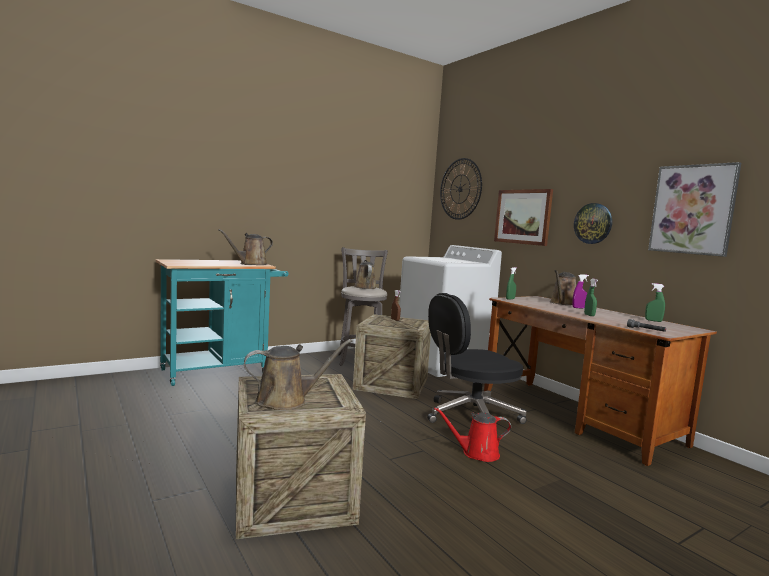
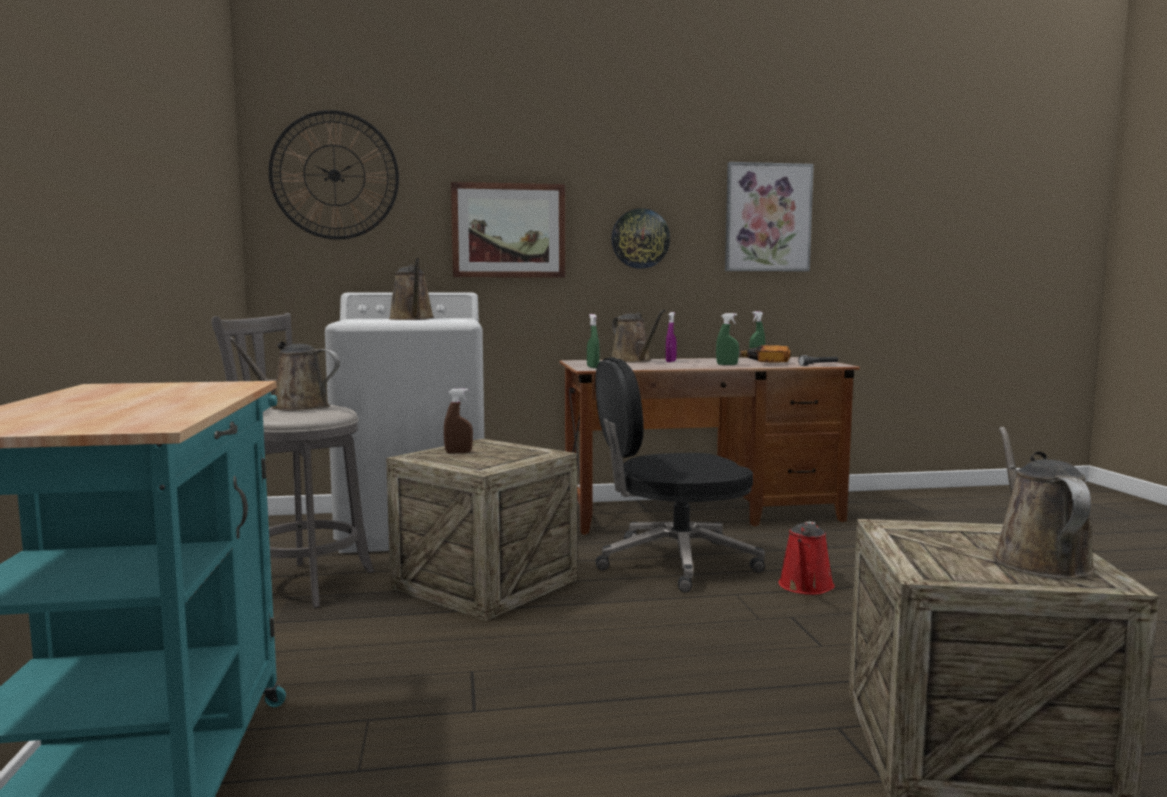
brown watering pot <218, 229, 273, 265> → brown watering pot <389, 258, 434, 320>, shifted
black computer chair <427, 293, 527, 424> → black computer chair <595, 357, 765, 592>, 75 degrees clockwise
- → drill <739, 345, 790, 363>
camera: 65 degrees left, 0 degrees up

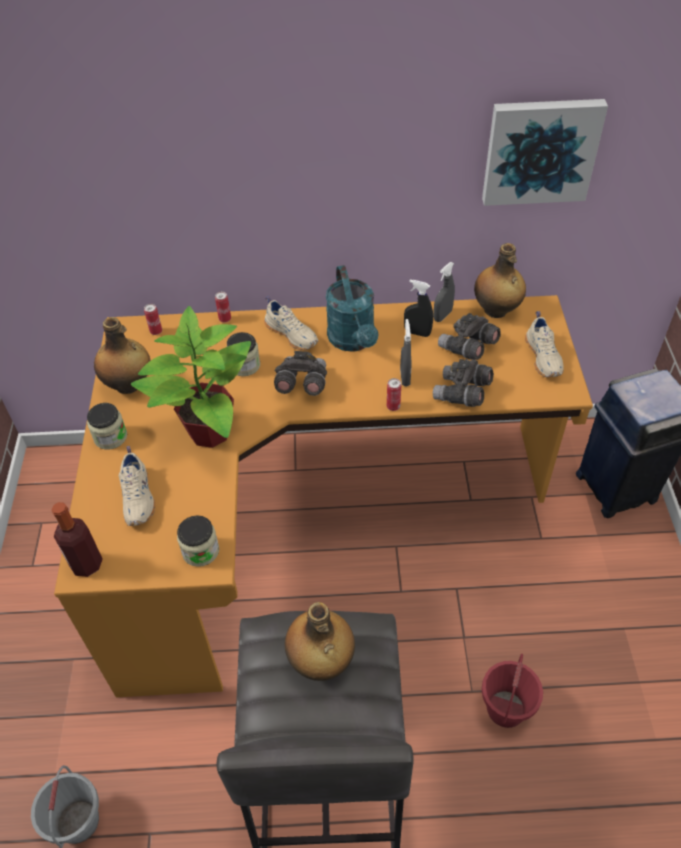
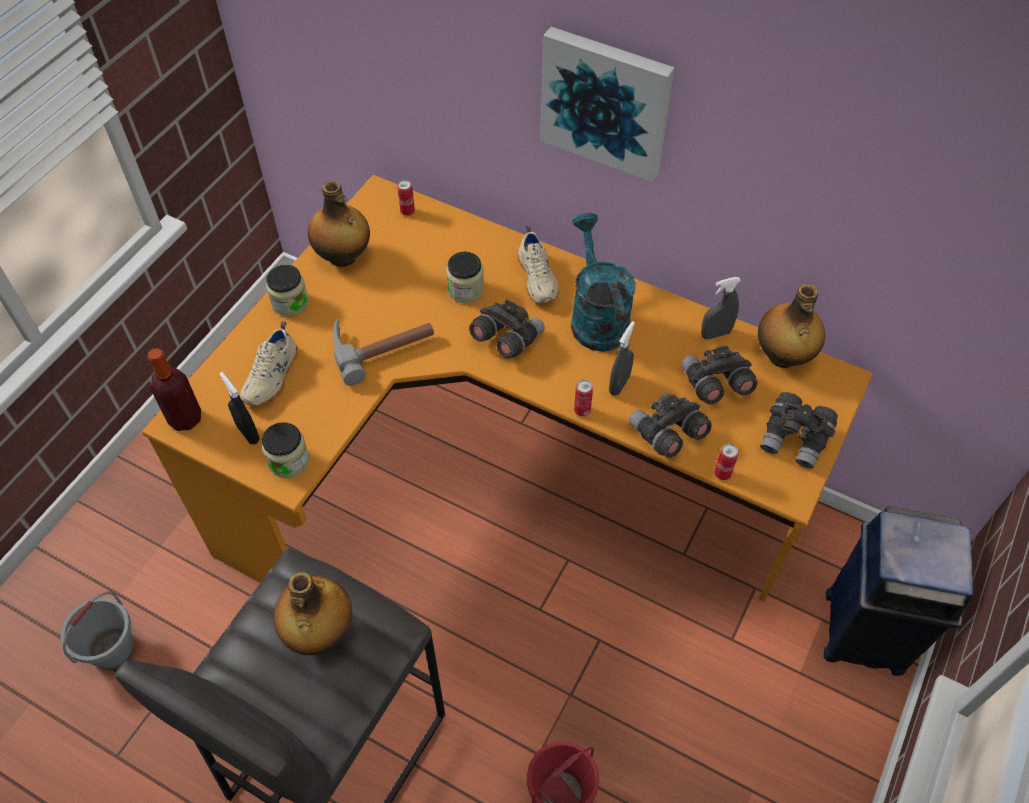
black sprayer <404, 280, 433, 337> → black sprayer <220, 372, 260, 444>, shifted
houseplant <131, 306, 251, 448> → hand hammer <333, 319, 434, 386>
wall art <482, 99, 608, 206> → wall art <540, 27, 675, 182>, shifted
blue-green watering pot <326, 265, 378, 352> → blue-green watering pot <571, 213, 636, 352>, 150 degrees clockwise
sealed can <215, 291, 231, 323> → sealed can <714, 443, 739, 480>, shifted
beige item of footwear <525, 311, 564, 377> → grey field glasses <760, 392, 838, 469>
camera: 30 degrees right, 5 degrees up

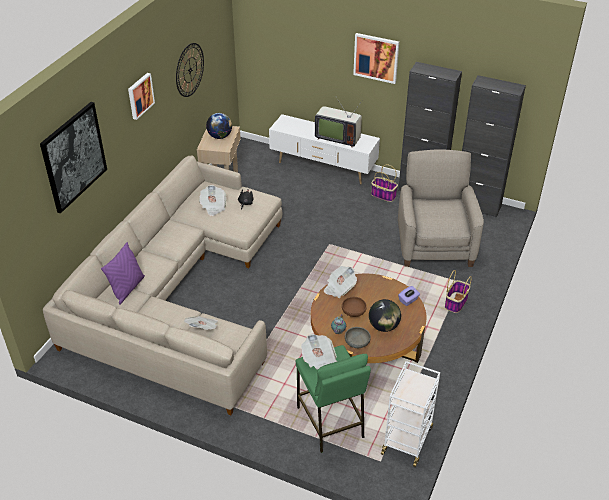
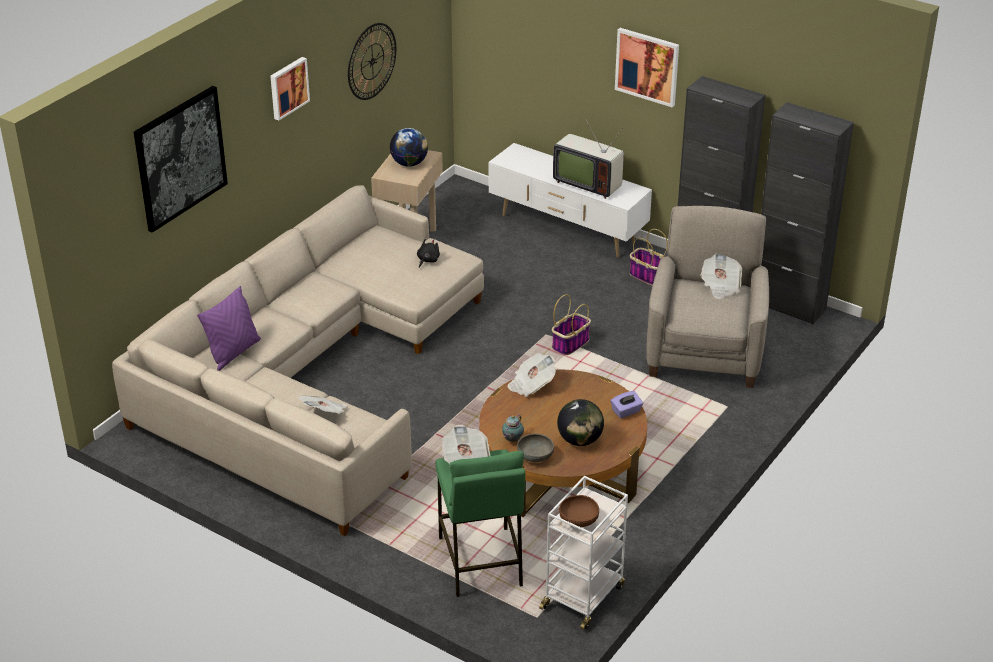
basket <445, 270, 472, 313> → basket <552, 294, 591, 355>, shifted
brown serving bowl <342, 297, 367, 317> → brown serving bowl <559, 495, 599, 527>, shifted
daily paper <199, 185, 226, 216> → daily paper <700, 254, 742, 299>, shifted
camera: 10 degrees right, 5 degrees down

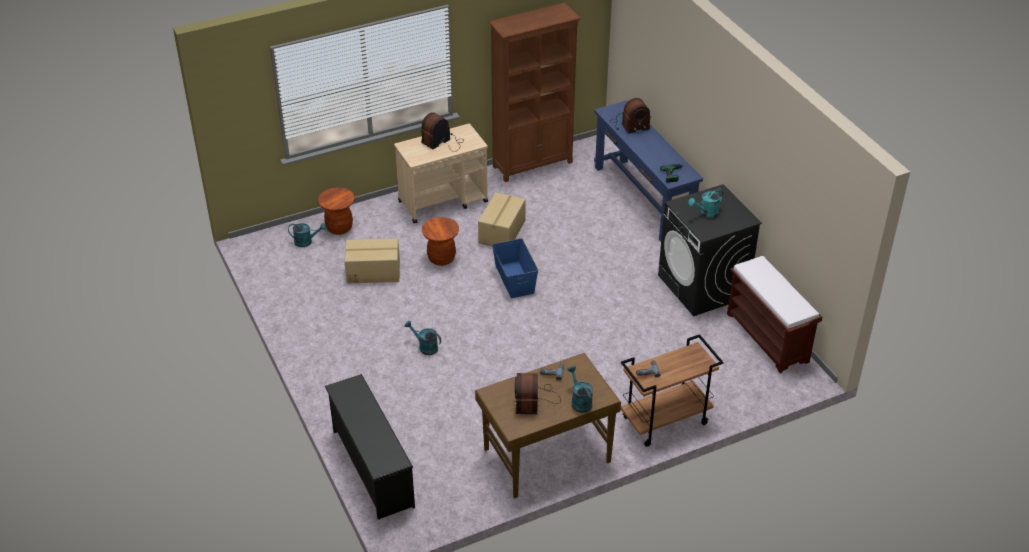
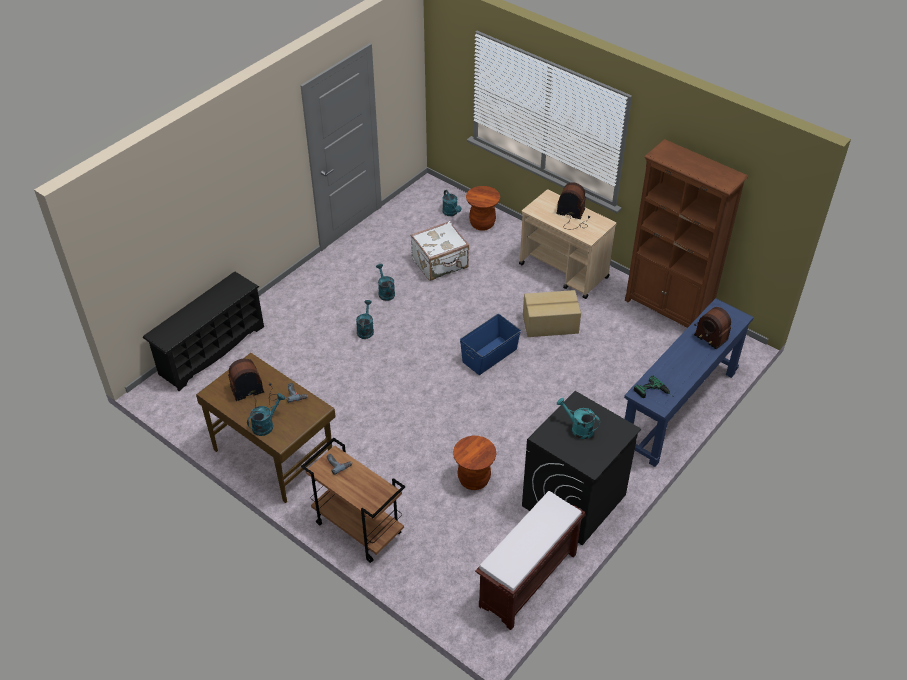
- → blue-green watering pot <376, 264, 395, 301>
carton <344, 238, 400, 284> → white-coloured suitcase <410, 221, 469, 281>
brown sitting stool <422, 217, 459, 266> → brown sitting stool <453, 436, 496, 490>, shifted
camera: 65 degrees right, 5 degrees up

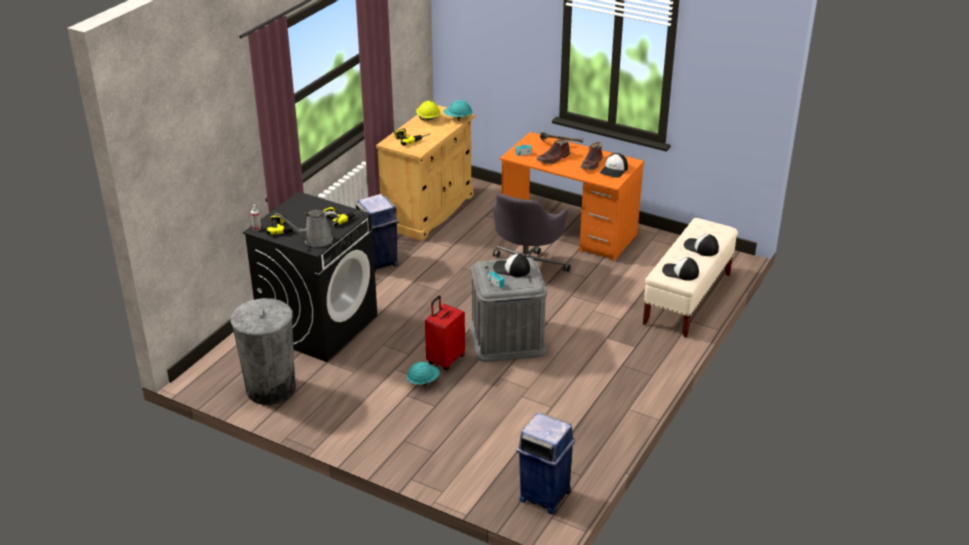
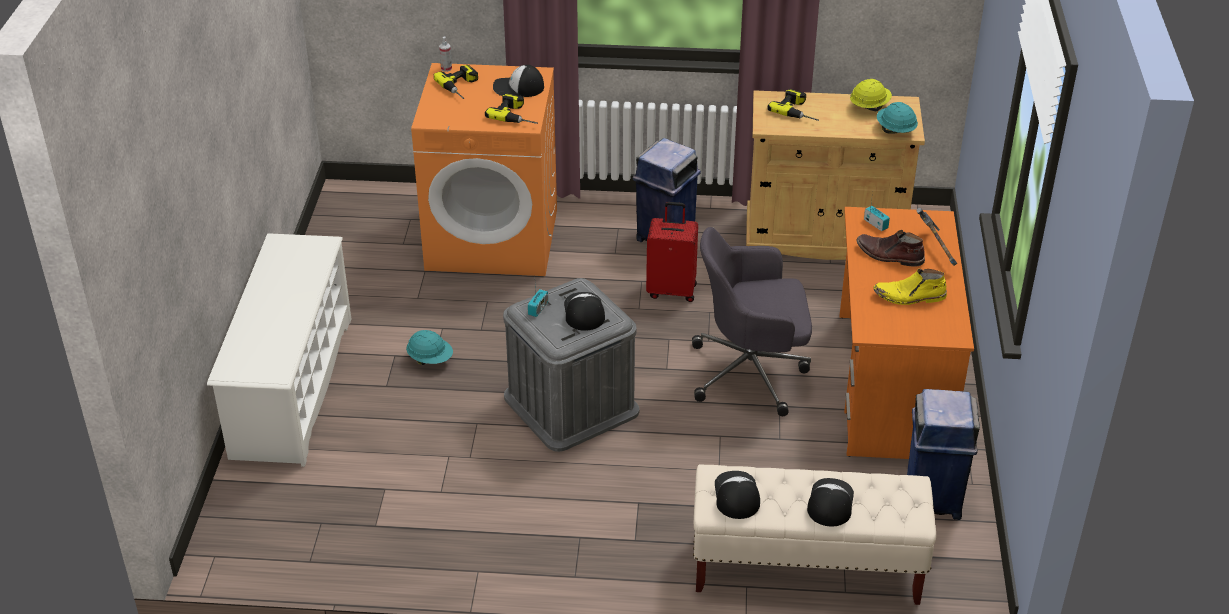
- → white-coloured shoe stand <207, 233, 351, 467>
black laundry machine <243, 192, 377, 362> → orange laundry machine <411, 63, 557, 276>
peaked cap <600, 153, 628, 177> → peaked cap <493, 65, 544, 97>, shifted
reddish suitcase <425, 296, 465, 370> → reddish suitcase <646, 202, 698, 302>, shifted
brown tall boot <581, 142, 603, 170> → yellow-coloured tall boot <873, 268, 947, 305>
blue rubbish bin <516, 413, 575, 514> → blue rubbish bin <907, 389, 980, 520>, shifted
grey rubbish bin <231, 298, 296, 405> → -
grey watering pot <275, 210, 338, 247> → -
camera: 65 degrees right, 5 degrees up

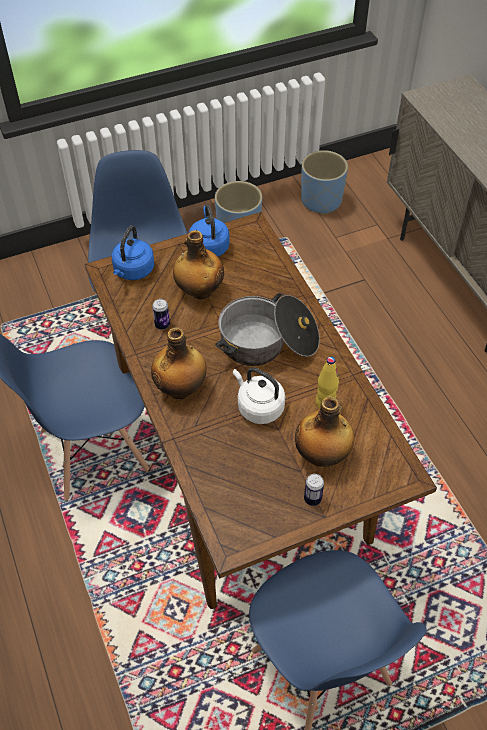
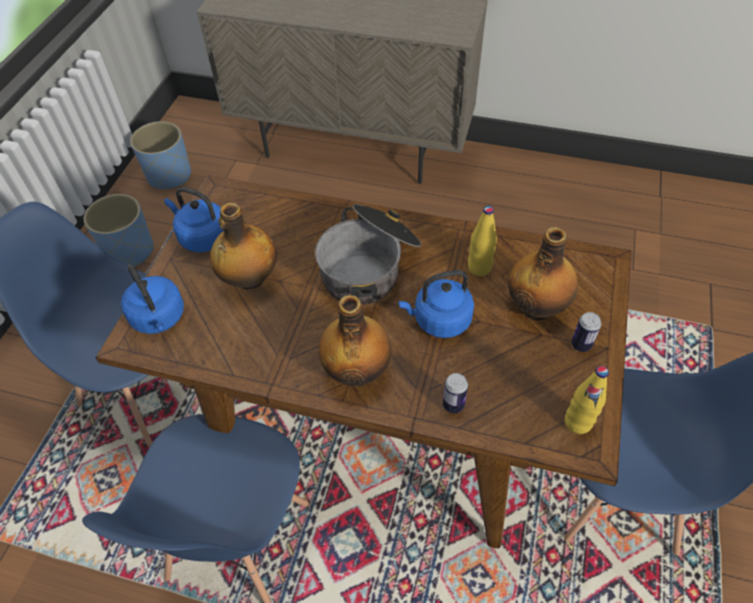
white-coloured tea kettle <233, 367, 285, 424> → blue tea kettle <398, 270, 474, 338>
sealed can <152, 299, 170, 330> → sealed can <443, 373, 468, 413>, shifted
- → yellow-coloured beverage bottle <565, 366, 609, 434>
camera: 50 degrees left, 0 degrees up

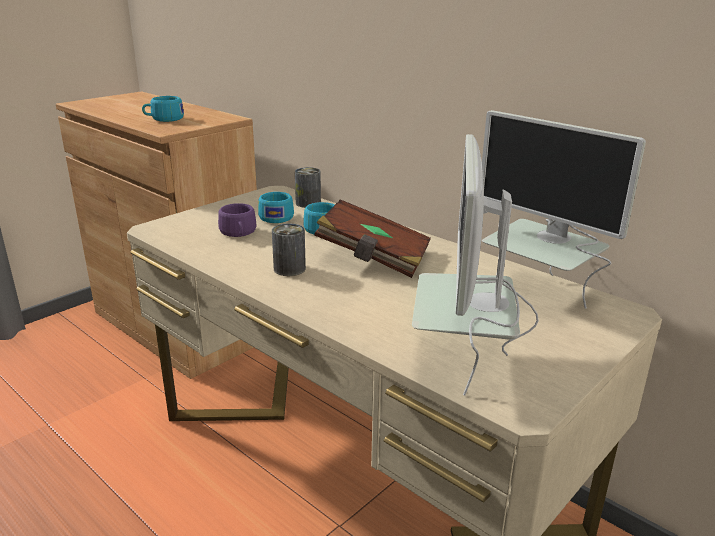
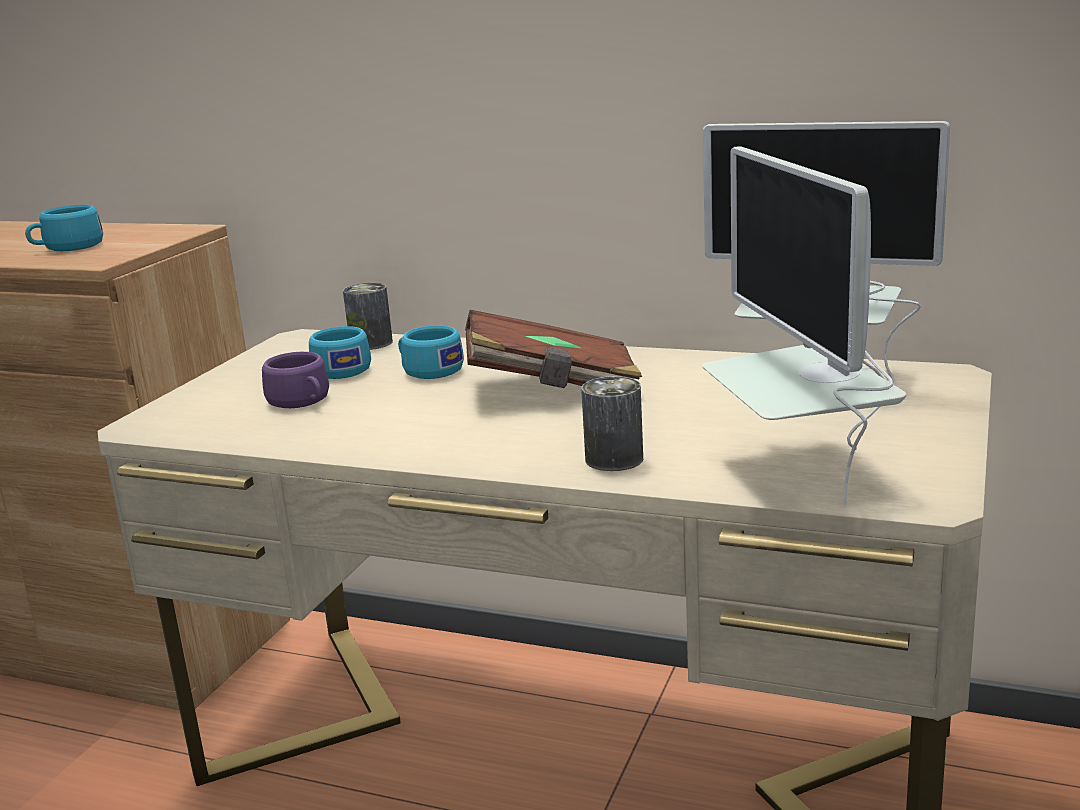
sealed can <272, 224, 306, 276> → sealed can <581, 376, 643, 471>, shifted
camera: 20 degrees left, 5 degrees down

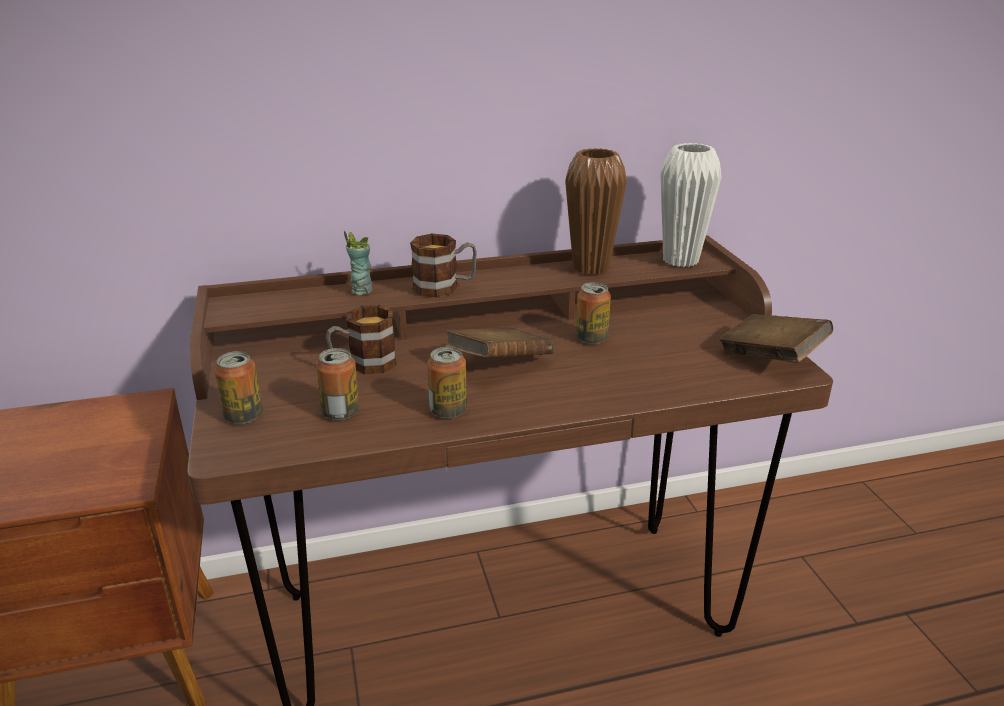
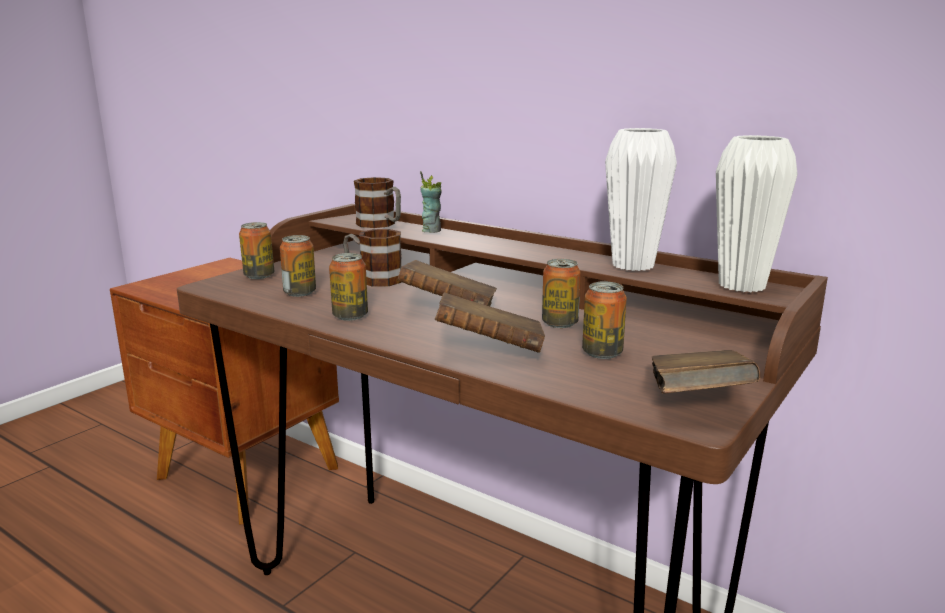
coffee mug <410, 234, 477, 297> → coffee mug <354, 177, 401, 228>, shifted
- → brown volume <435, 293, 545, 353>
- → sealed can <582, 282, 627, 359>
brown flower vase <565, 148, 627, 275> → white-coloured flower vase <605, 128, 677, 271>
camera: 50 degrees right, 10 degrees down

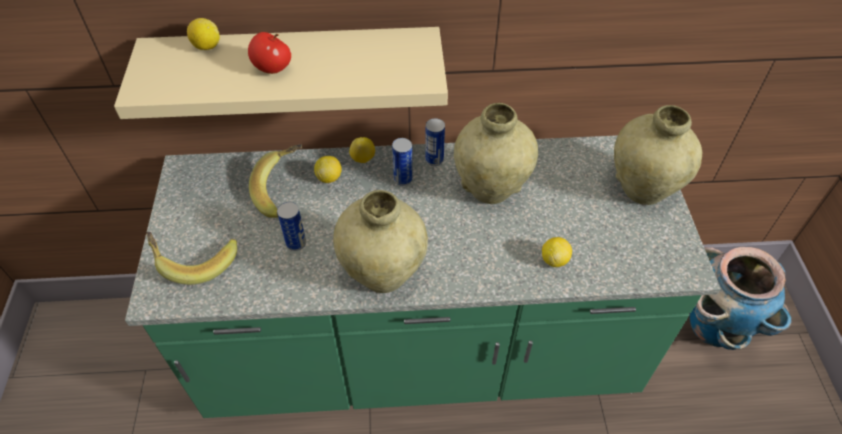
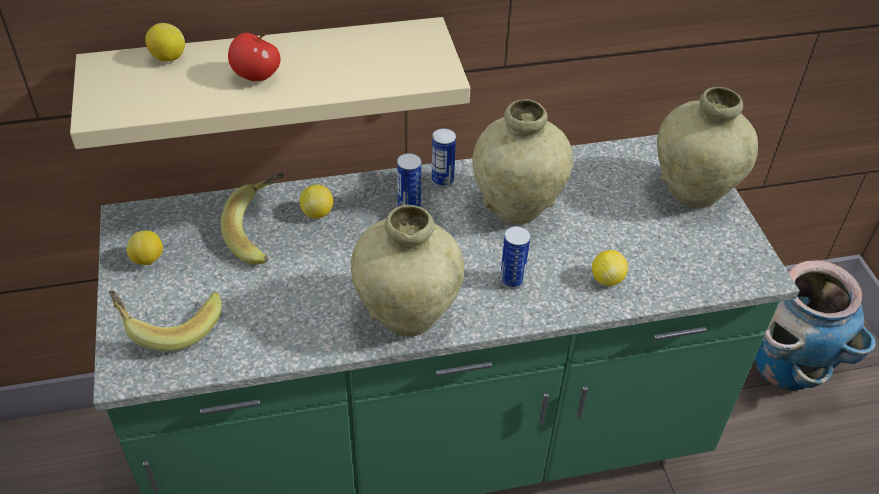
whole lemon <349, 137, 375, 163> → whole lemon <127, 231, 163, 265>, shifted
sealed can <277, 202, 306, 251> → sealed can <500, 226, 531, 289>, shifted
camera: 10 degrees left, 5 degrees down

